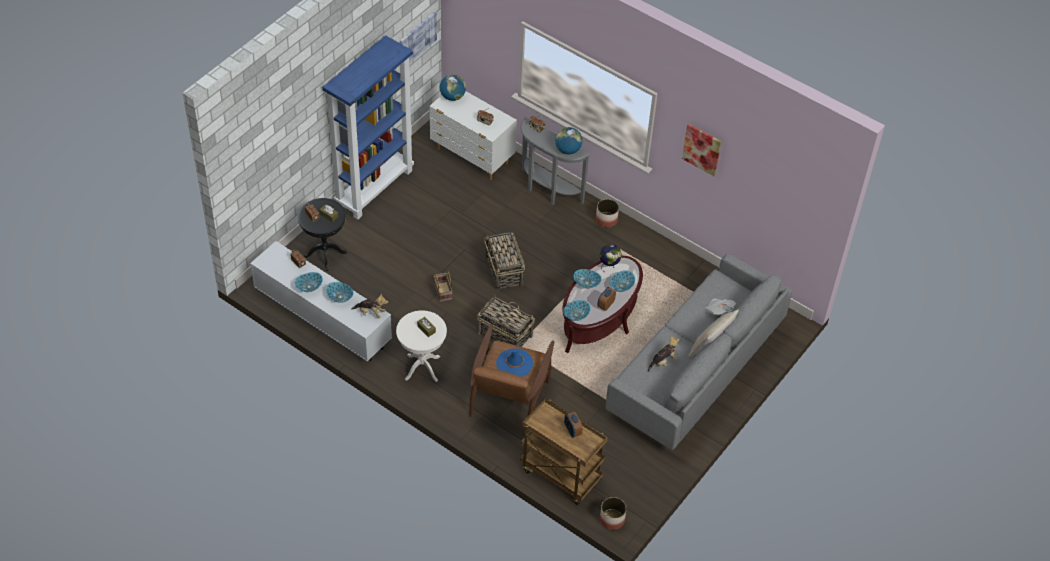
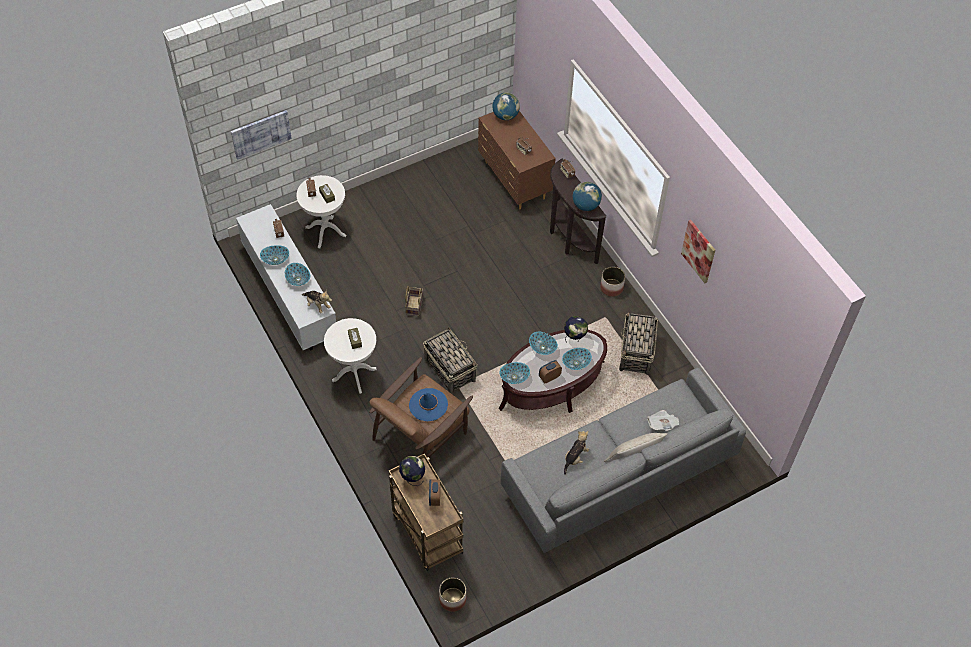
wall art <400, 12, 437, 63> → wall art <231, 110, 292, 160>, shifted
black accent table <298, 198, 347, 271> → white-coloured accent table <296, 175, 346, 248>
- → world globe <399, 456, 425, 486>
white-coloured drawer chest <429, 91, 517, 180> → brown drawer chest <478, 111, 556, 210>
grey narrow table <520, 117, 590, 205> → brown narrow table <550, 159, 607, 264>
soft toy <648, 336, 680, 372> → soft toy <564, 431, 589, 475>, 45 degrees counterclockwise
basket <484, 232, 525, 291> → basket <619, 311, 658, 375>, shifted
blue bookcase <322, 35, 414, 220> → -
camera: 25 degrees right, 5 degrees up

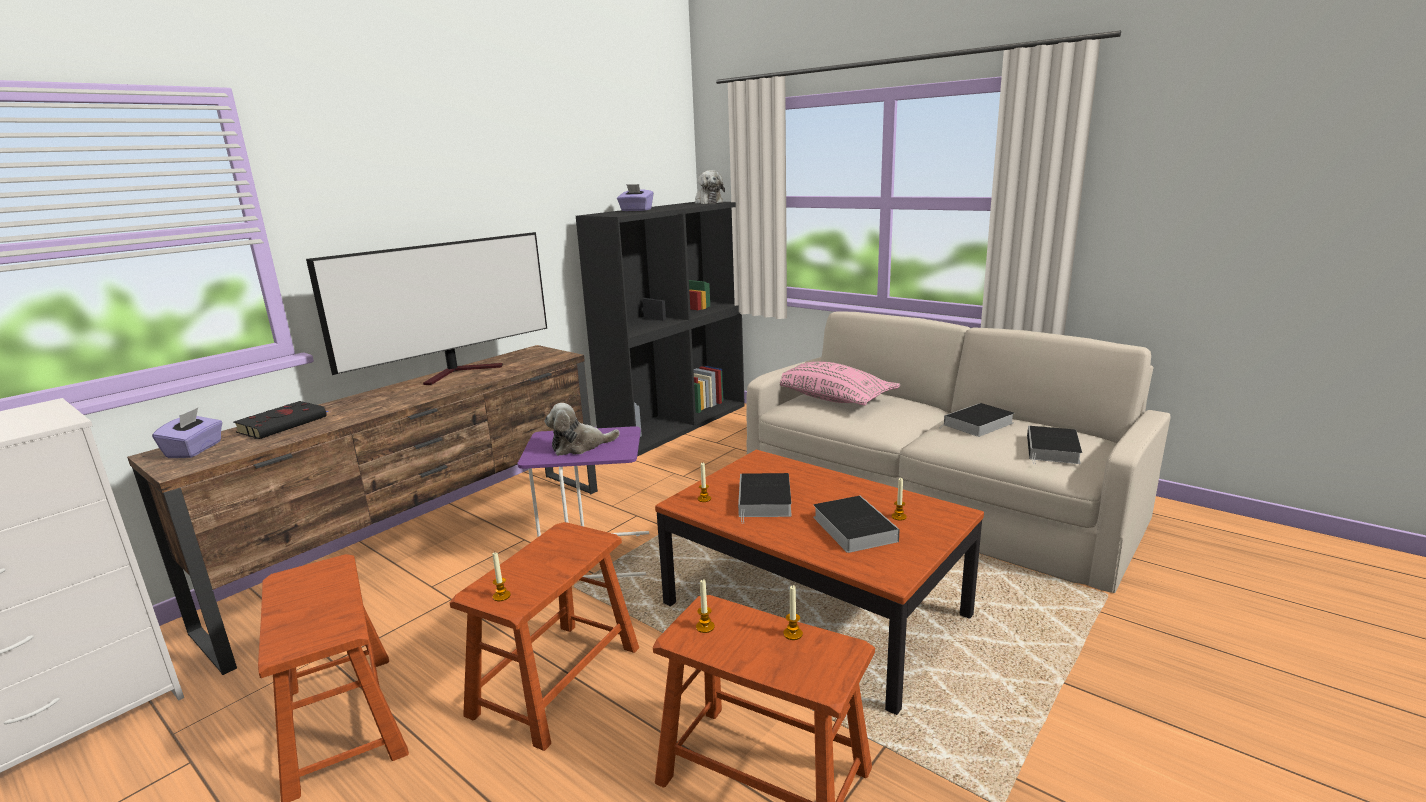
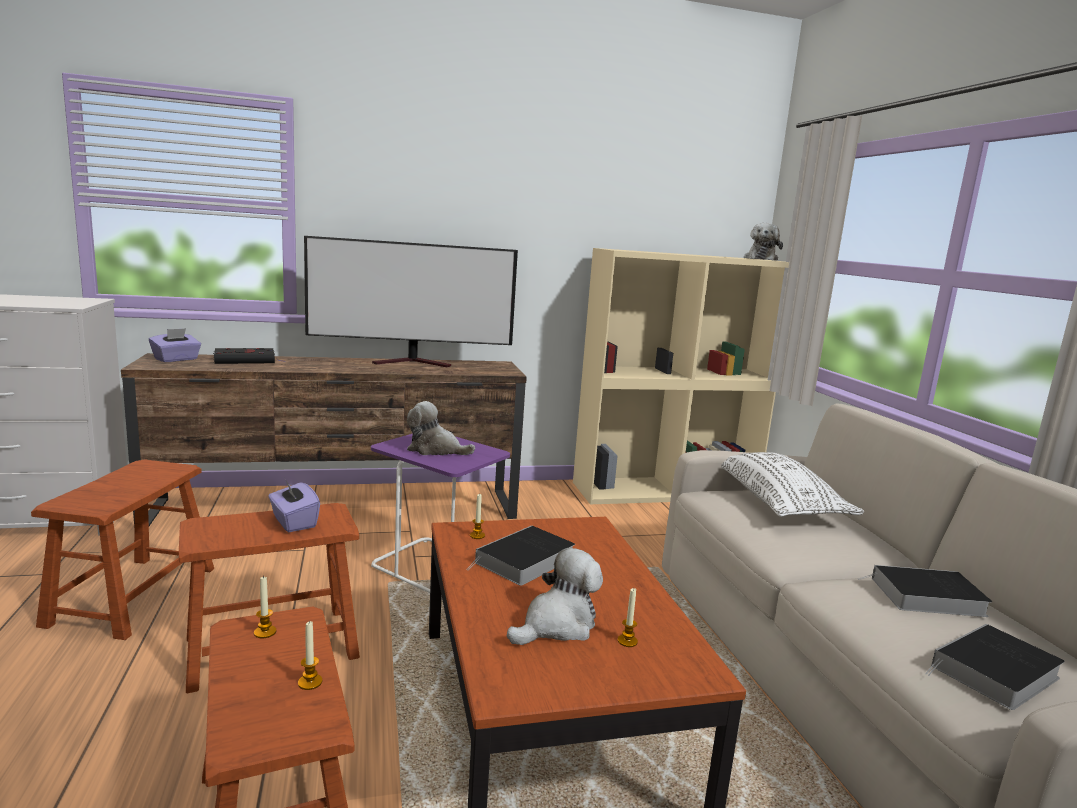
purple-coloured tissue holder <617, 184, 654, 211> → purple-coloured tissue holder <268, 481, 320, 532>, shifted
volume <813, 496, 900, 553> → soft toy <507, 548, 603, 645>
black bookcase <576, 202, 745, 456> → beige bookcase <573, 248, 789, 504>
pink throw pillow <780, 361, 900, 405> → white-coloured throw pillow <721, 452, 864, 517>
candle <492, 552, 511, 601> → -
camera: 35 degrees right, 5 degrees down

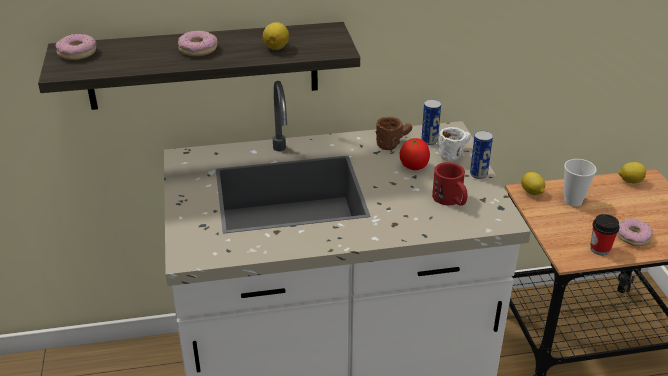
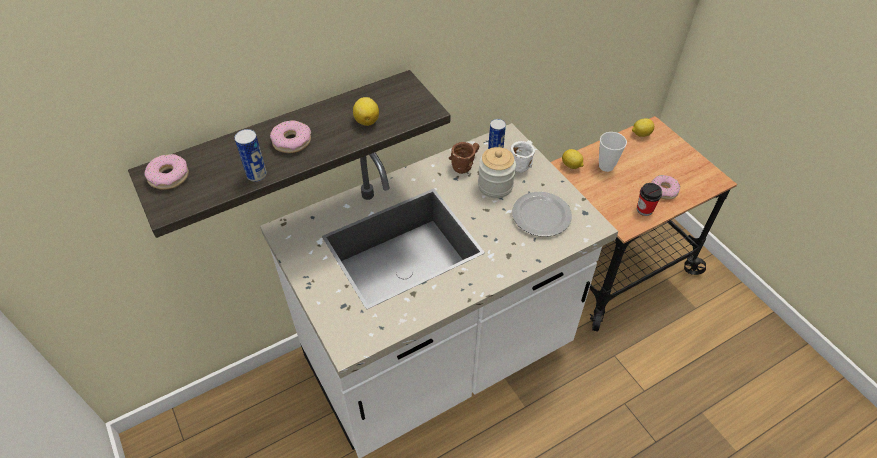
sealed can <470, 130, 493, 179> → sealed can <235, 129, 267, 182>, shifted
tomato <400, 138, 430, 170> → storage jar <478, 147, 516, 198>
reddish coffee mug <432, 162, 467, 206> → flat dish <512, 192, 572, 237>
camera: 20 degrees left, 15 degrees up

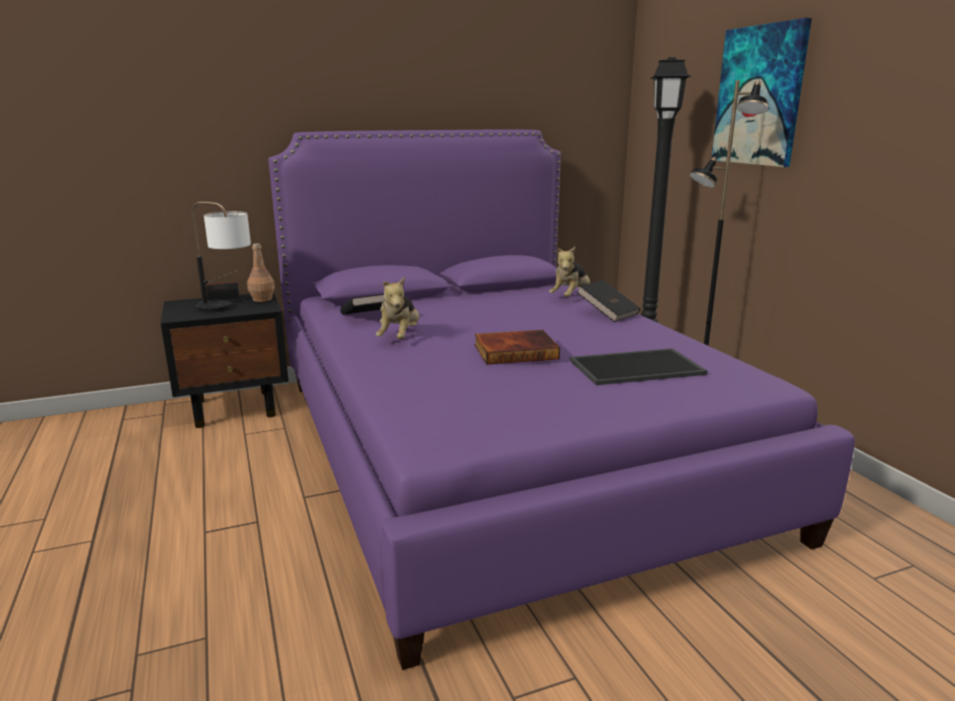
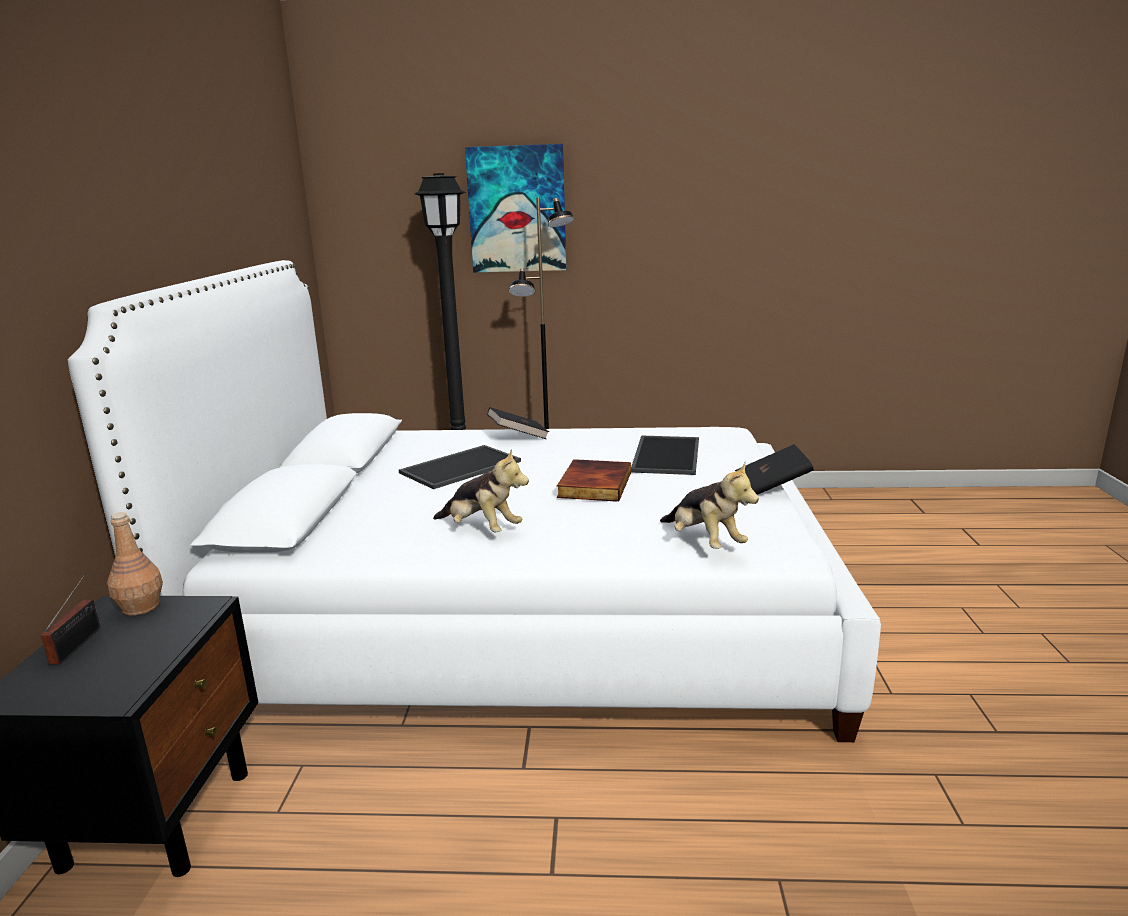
purple-coloured sleeping bed <268, 130, 855, 670> → white-coloured sleeping bed <68, 260, 881, 742>
- → tray <399, 445, 521, 489>
soft toy <549, 247, 590, 297> → soft toy <660, 462, 759, 549>, shifted
black volume <340, 294, 384, 315> → black volume <735, 444, 814, 495>, shifted
lamp for a table <192, 202, 251, 312> → -
camera: 65 degrees left, 0 degrees up

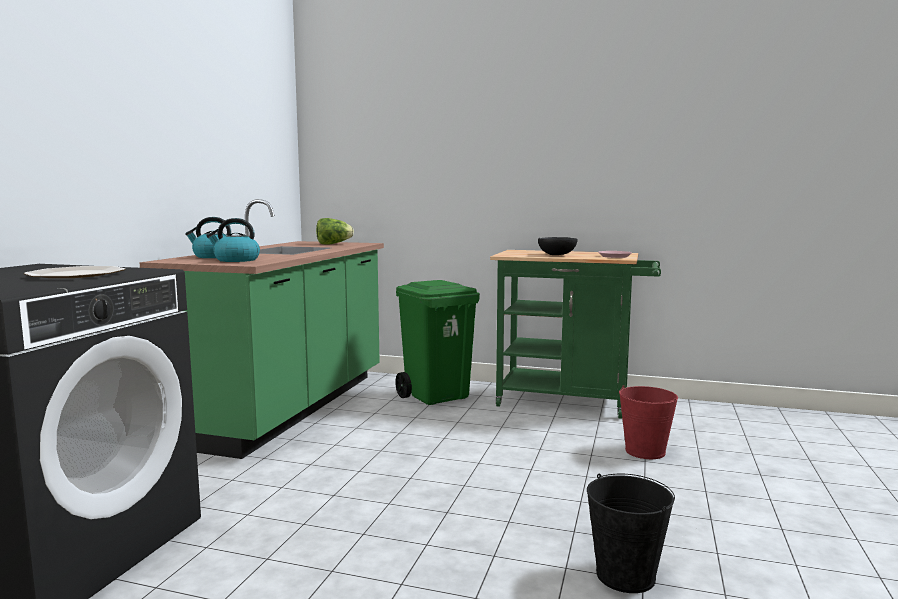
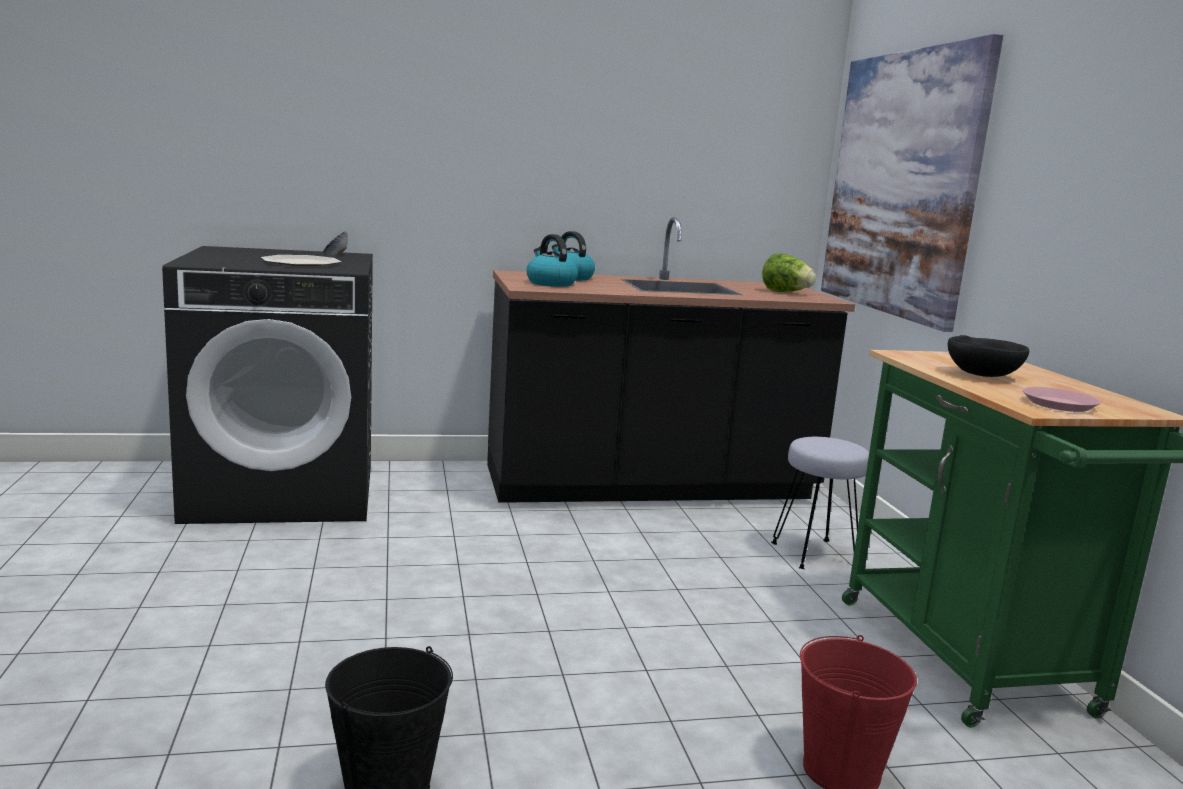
- → serving bowl <323, 231, 348, 255>
green-coloured counter <139, 199, 384, 459> → black counter <487, 217, 855, 503>
green-coloured rubbish bin <395, 280, 480, 405> → grey sitting stool <771, 437, 869, 569>
- → wall art <821, 34, 1003, 332>
camera: 60 degrees right, 5 degrees up

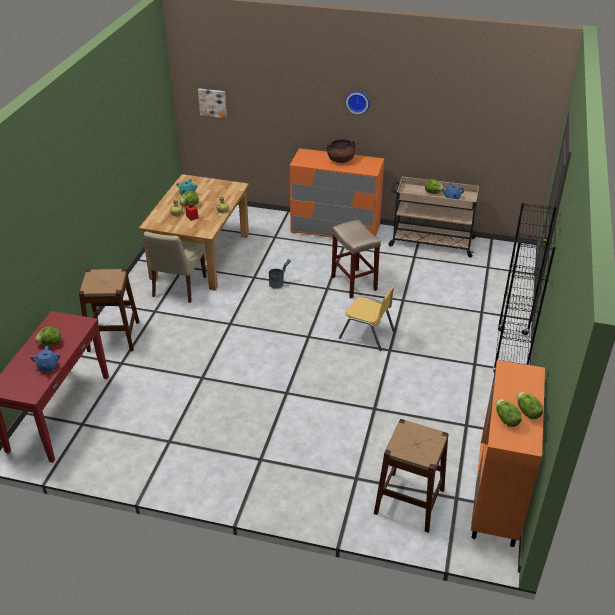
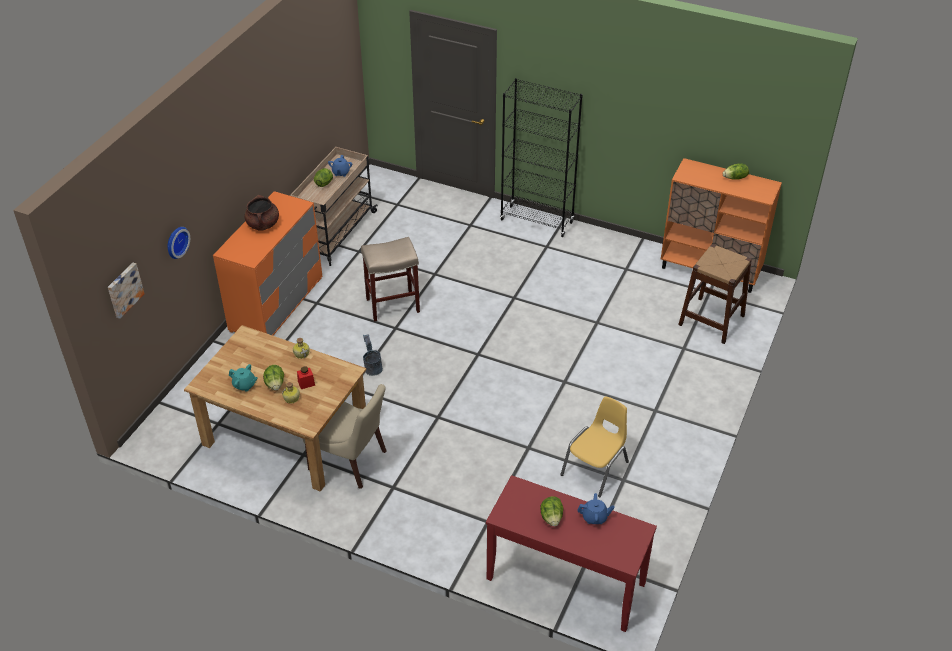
hanging clock <345, 91, 370, 114> → hanging clock <168, 227, 190, 259>, shifted
yellow-coloured upright chair <339, 286, 395, 351> → yellow-coloured upright chair <560, 396, 629, 497>, shifted
brown sitting stool <79, 269, 140, 352> → -
lettuce <495, 399, 522, 427> → -
camera: 80 degrees left, 5 degrees up

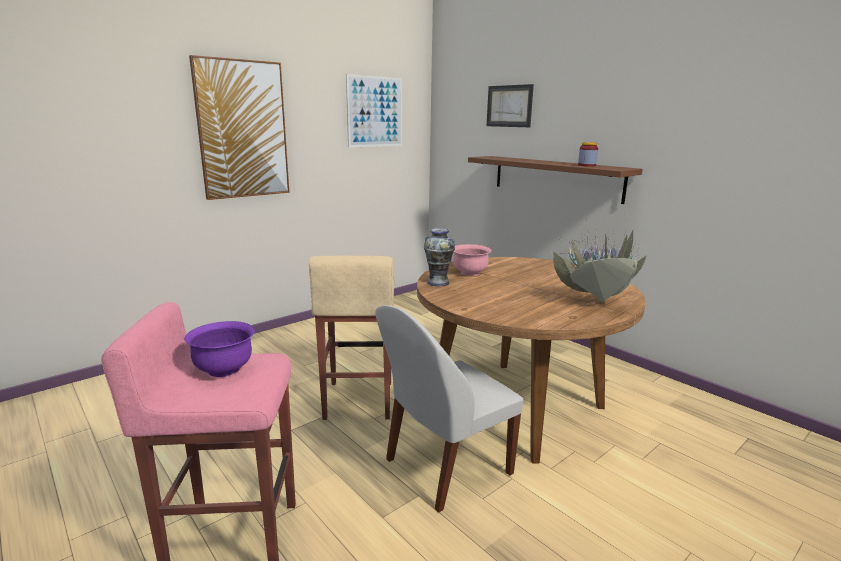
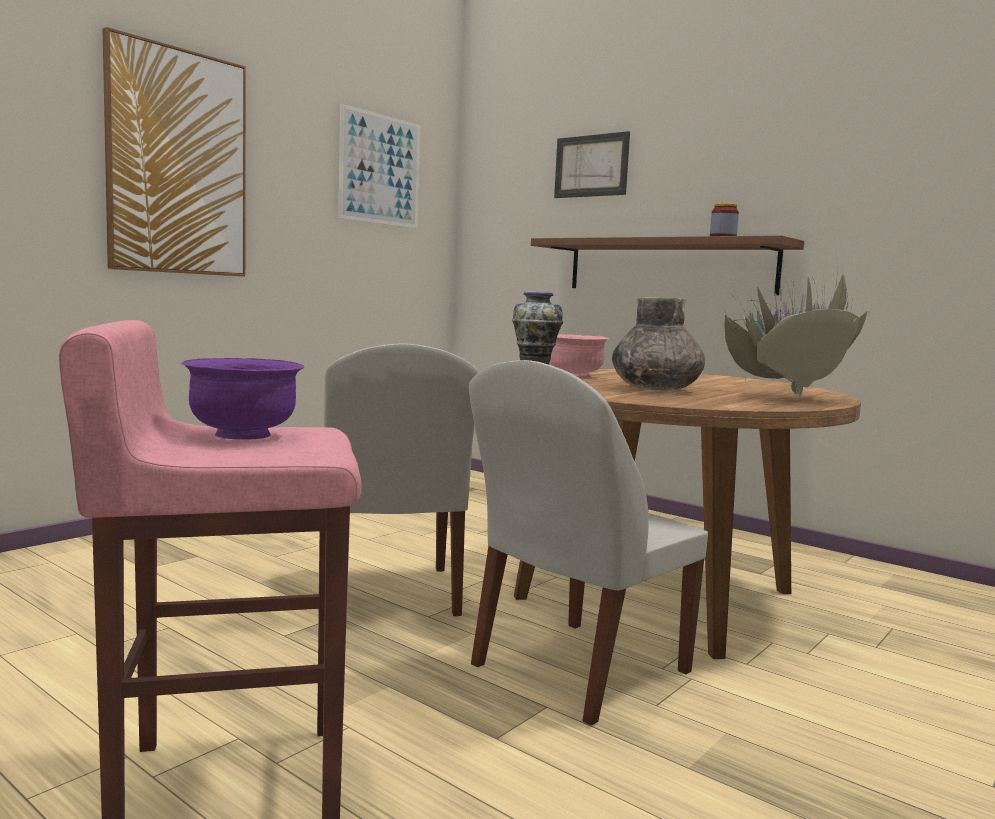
beige sitting stool <309, 256, 394, 420> → white-coloured upright chair <324, 343, 479, 616>
- → grey flower vase <612, 297, 705, 391>
camera: 10 degrees left, 10 degrees down

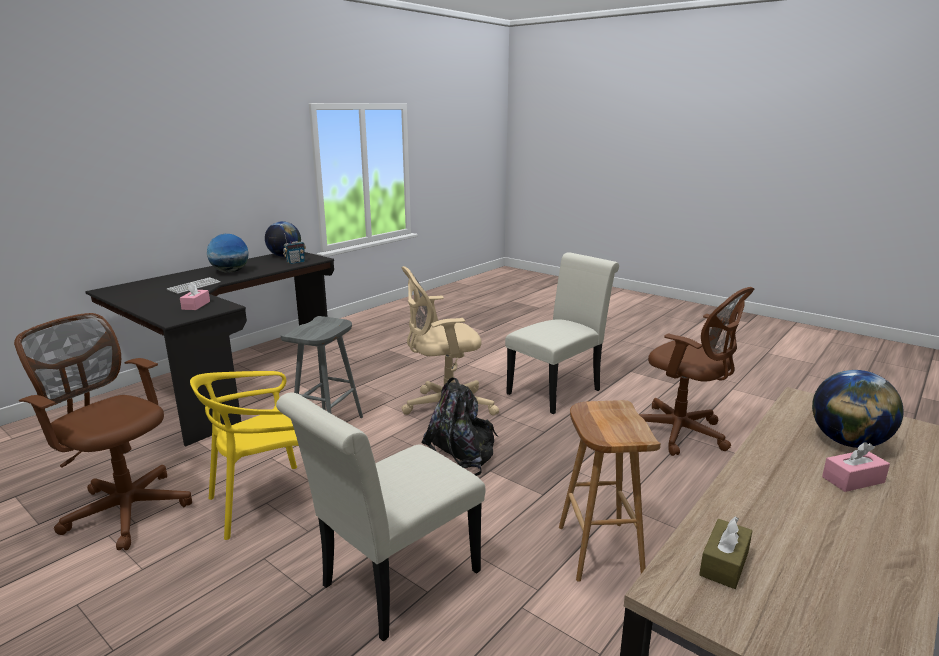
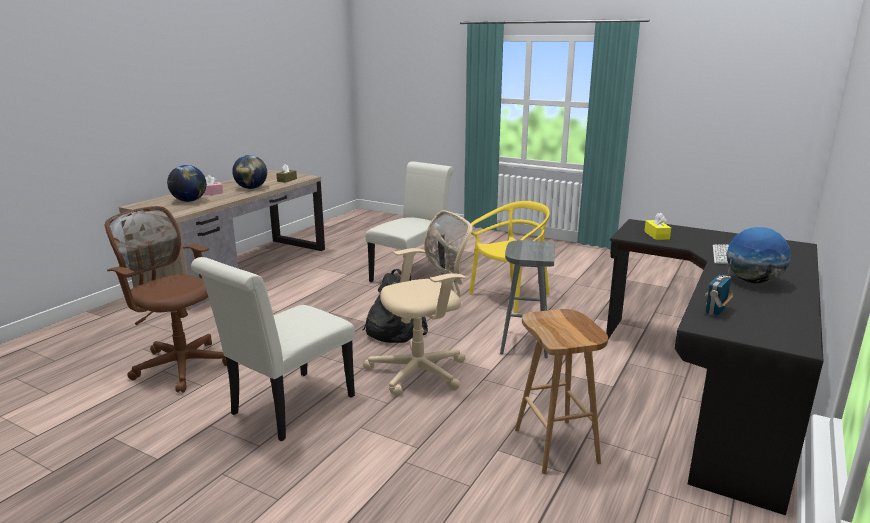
world globe <265, 221, 301, 257> → world globe <232, 155, 267, 189>, shifted
brown sitting stool <559, 400, 661, 582> → brown sitting stool <515, 309, 608, 474>, shifted
pink tissue holder <180, 282, 210, 310> → yellow-coloured tissue holder <644, 213, 671, 240>
brown computer chair <14, 313, 192, 550> → -
camera: 170 degrees right, 0 degrees up

